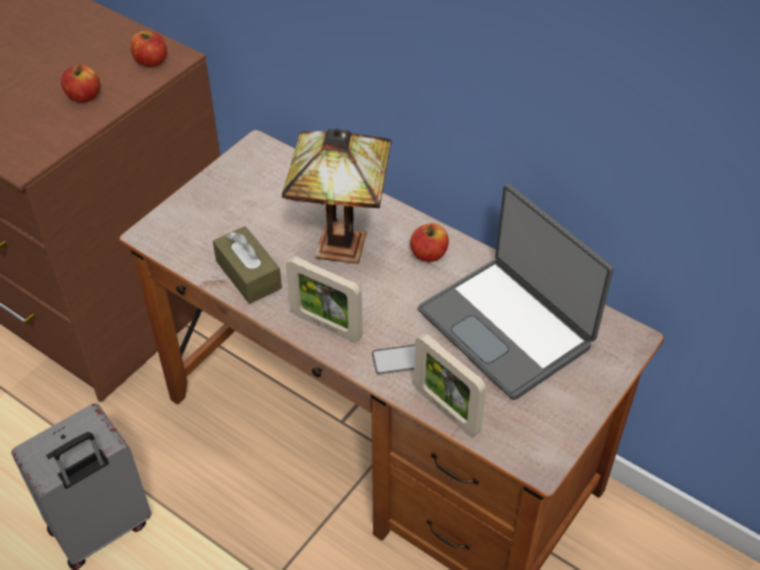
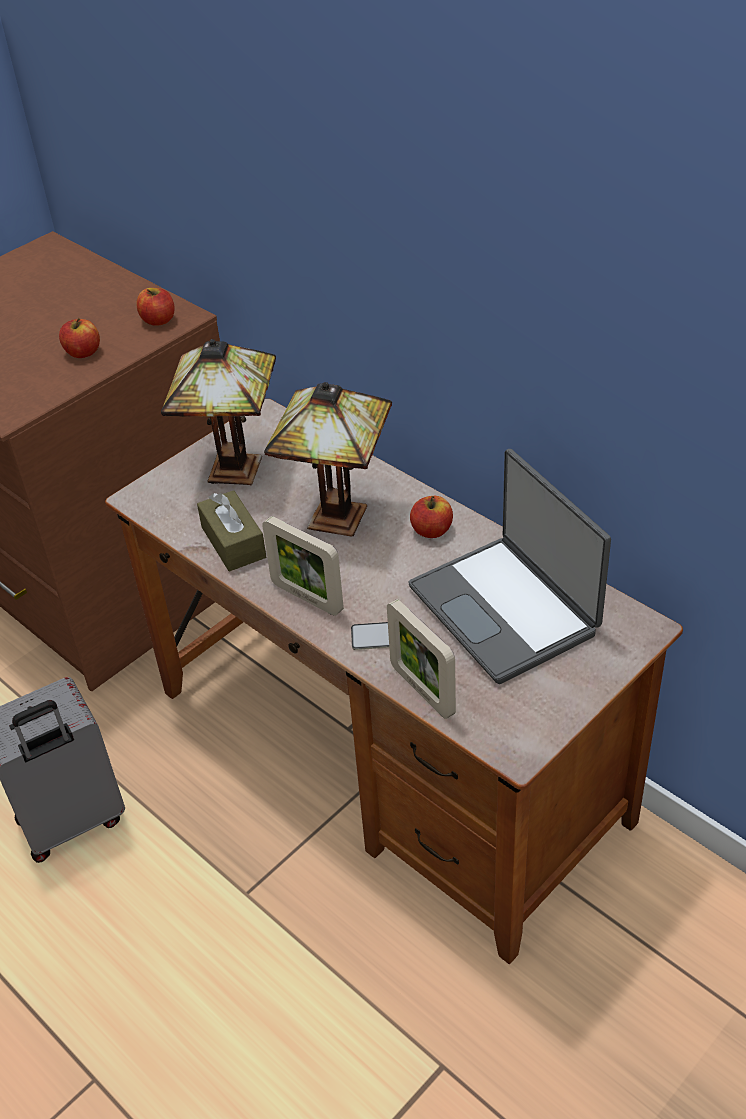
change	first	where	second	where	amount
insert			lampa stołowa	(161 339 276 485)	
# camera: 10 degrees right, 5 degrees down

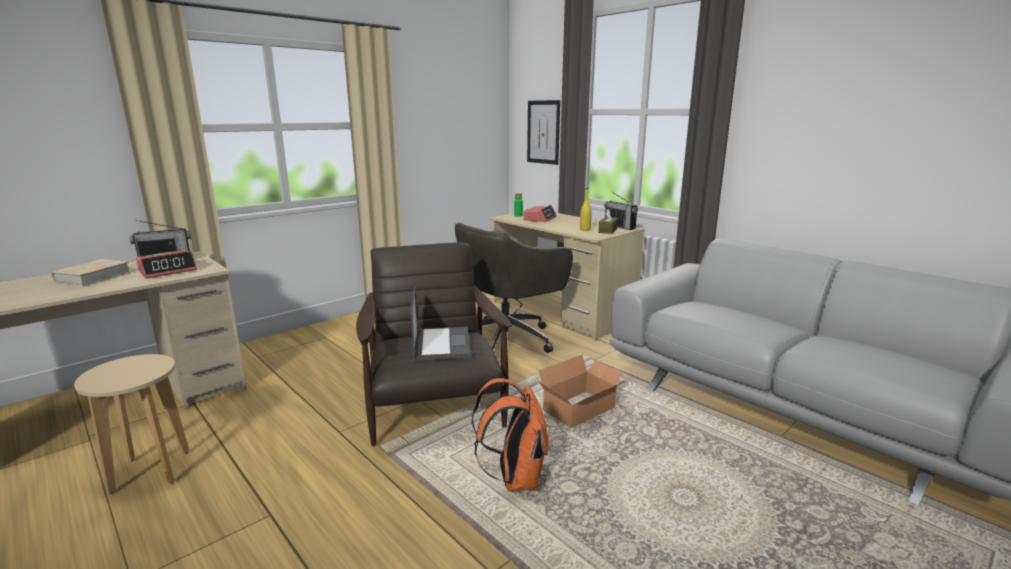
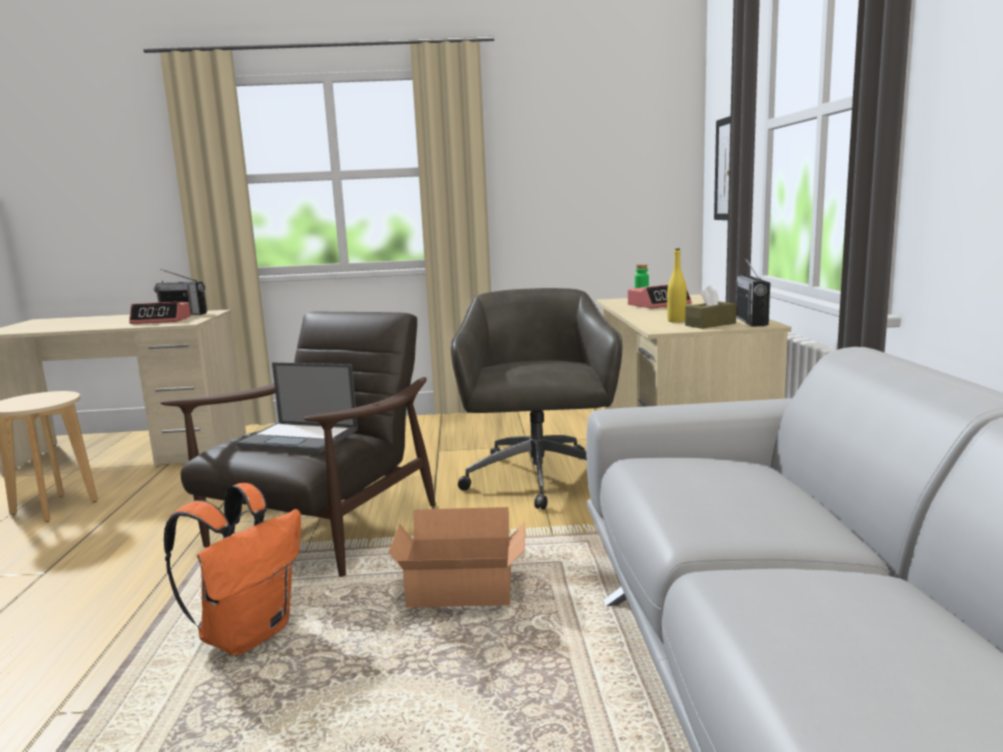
change	first	where	second	where	amount
rotate	krzesło biurowe (szary)	(455 223 573 353)		(451 288 622 510)	90 degrees clockwise
delete	książka (beżowy)	(51 259 131 287)			
rotate	laptop	(410 286 471 361)		(236 362 358 453)	75 degrees clockwise
# camera: 40 degrees right, 5 degrees down

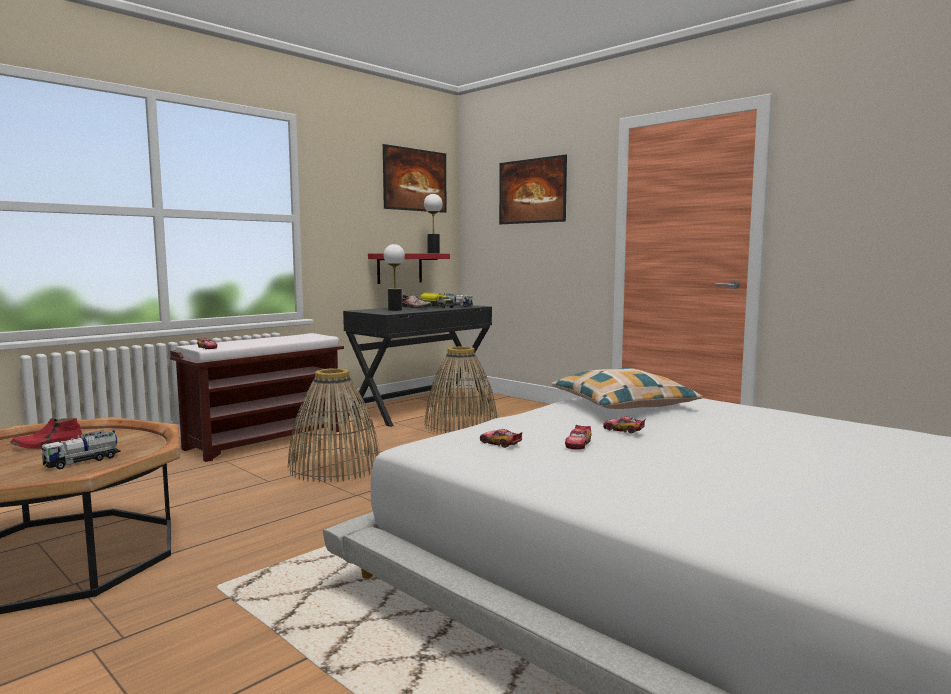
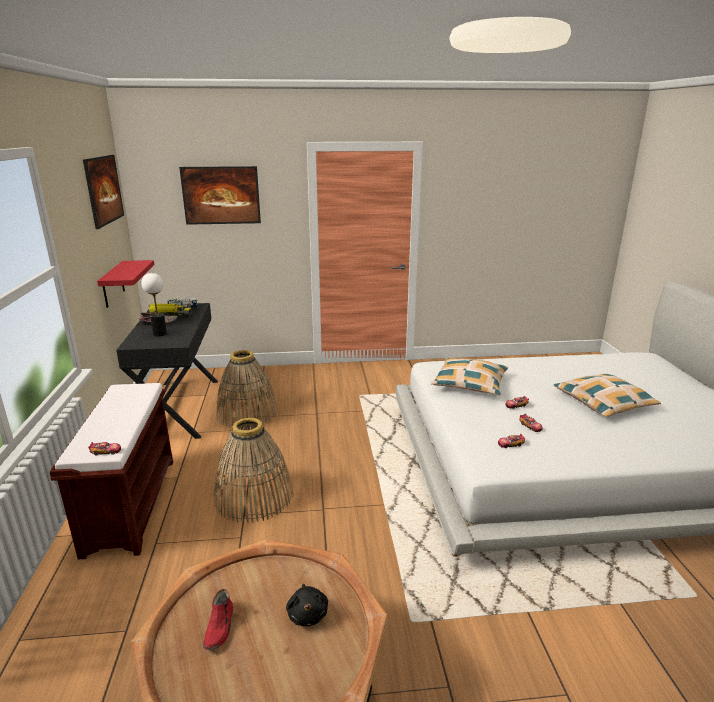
change	first	where	second	where	amount
delete	lampa stołowa	(424 194 443 253)			
replace	ciężarówka zabawkowa	(40 430 121 469)	pluszak (czarny)	(286 584 328 626)	
insert			poduszka	(553 374 661 417)	
# camera: 50 degrees left, 15 degrees up

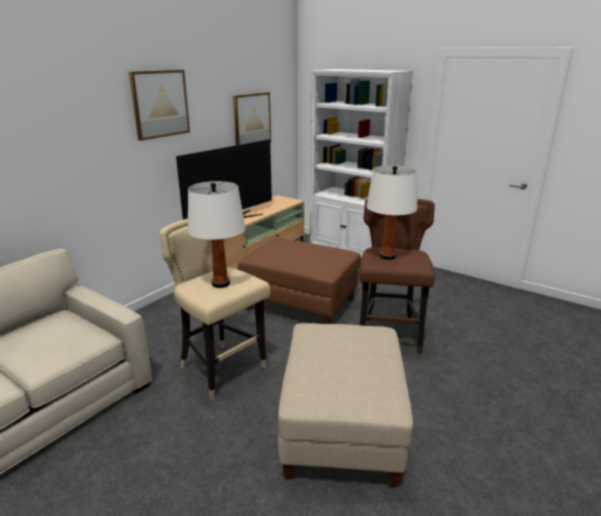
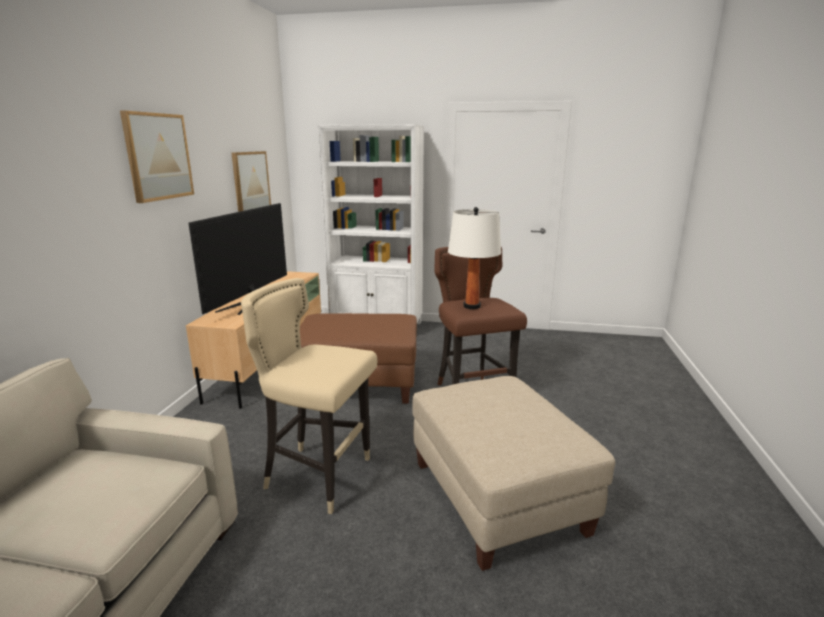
change	first	where	second	where	amount
delete	lampa stołowa (biały)	(187 181 245 288)			
# camera: 25 degrees left, 5 degrees down

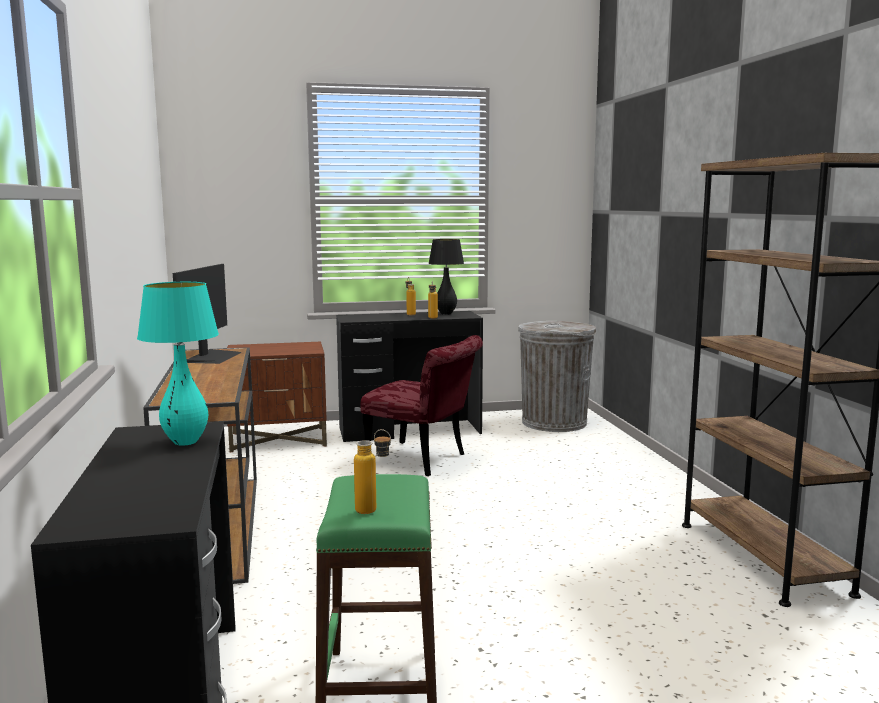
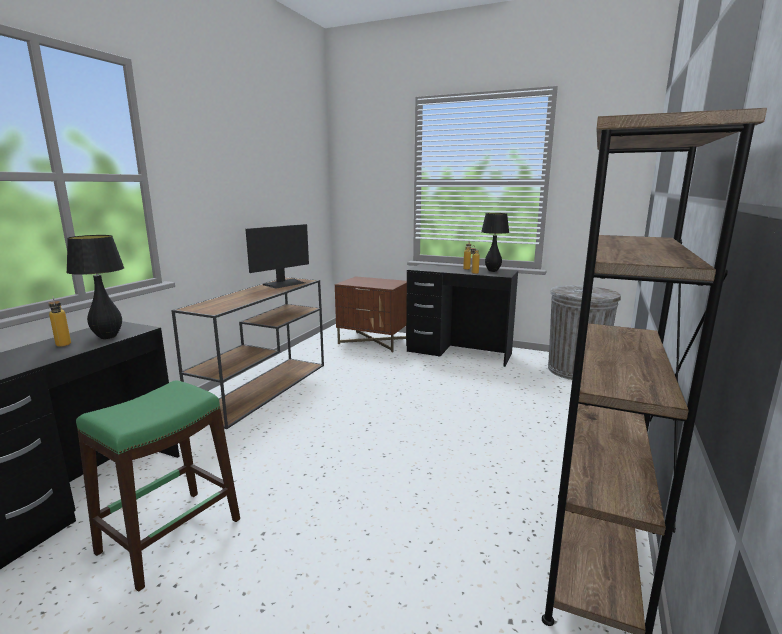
change	first	where	second	where	amount
recolor	lampa stołowa (turkusowy)	(137 282 219 445)	lampa stołowa (czarny)	(66 235 124 339)	
delete	krzesło (czerwony)	(361 335 483 476)			
move	butelka	(354 429 391 514)		(48 296 71 347)	
# camera: 35 degrees right, 5 degrees up

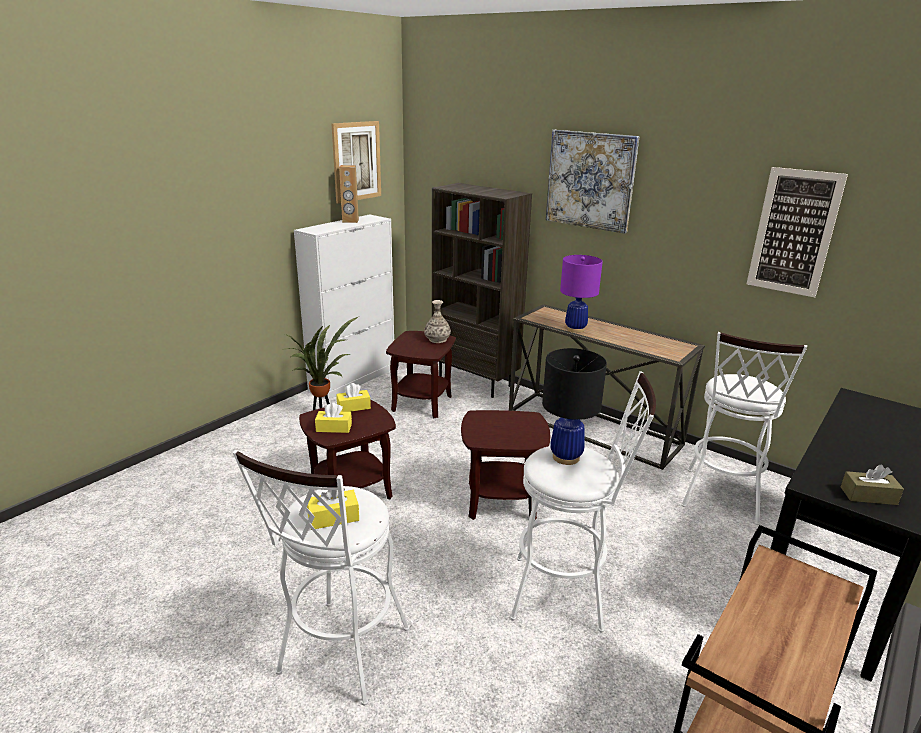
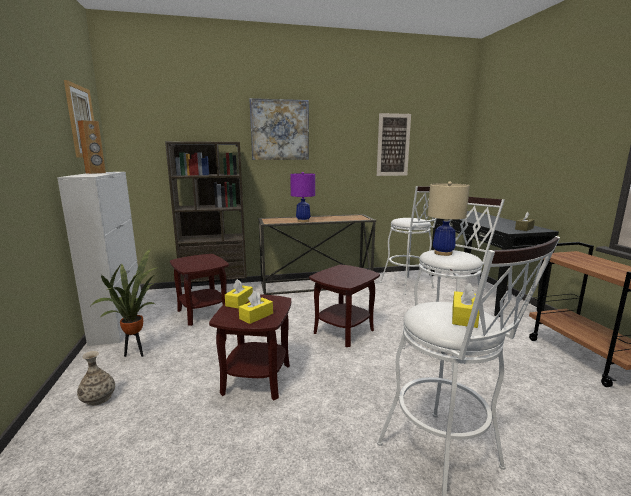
change	first	where	second	where	amount
move	wazon	(424 300 451 343)		(77 351 115 405)	
recolor	lampa stołowa (czarny)	(542 348 607 465)	lampa stołowa (beżowy)	(428 181 470 256)	
# camera: 50 degrees left, 10 degrees down

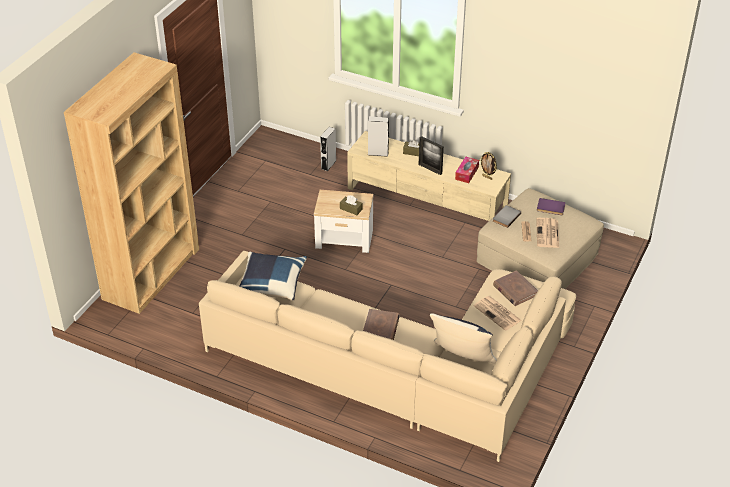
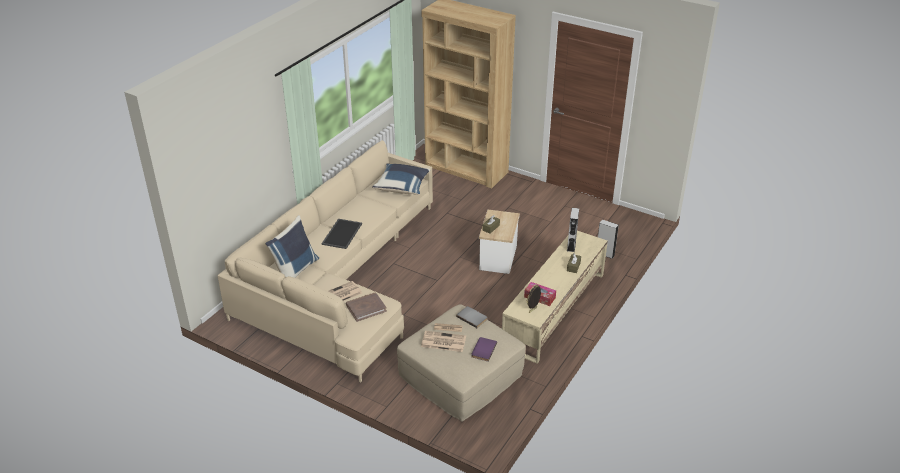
change	first	where	second	where	amount
delete	ramka na zdjęcie	(419 136 444 175)			
replace	książka (brązowy)	(363 309 400 340)	taca	(322 219 362 249)	
# camera: 95 degrees right, 5 degrees down

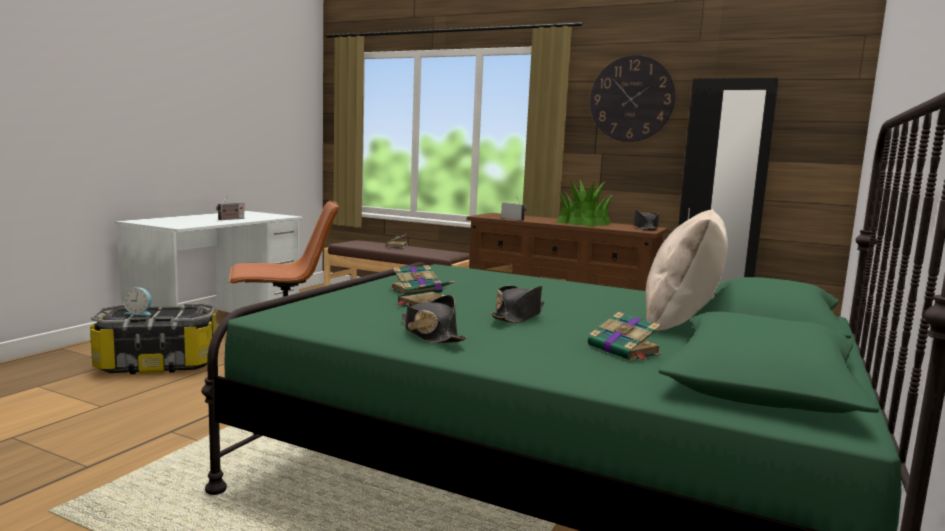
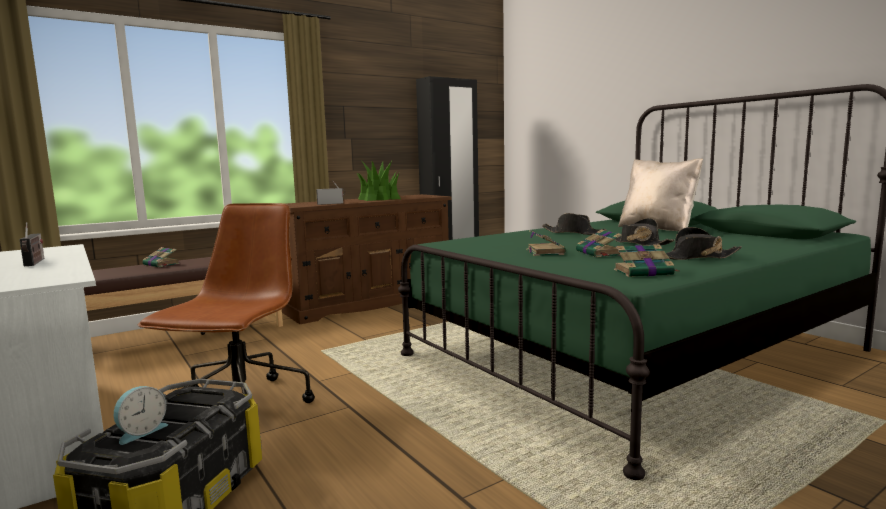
change	first	where	second	where	amount
delete	zegar ścienny	(590 55 675 142)			
move	kapelusz (czarny)	(634 209 659 231)		(542 213 606 235)	
move	książka	(588 312 661 361)		(614 244 677 277)	
# camera: 60 degrees left, 0 degrees up

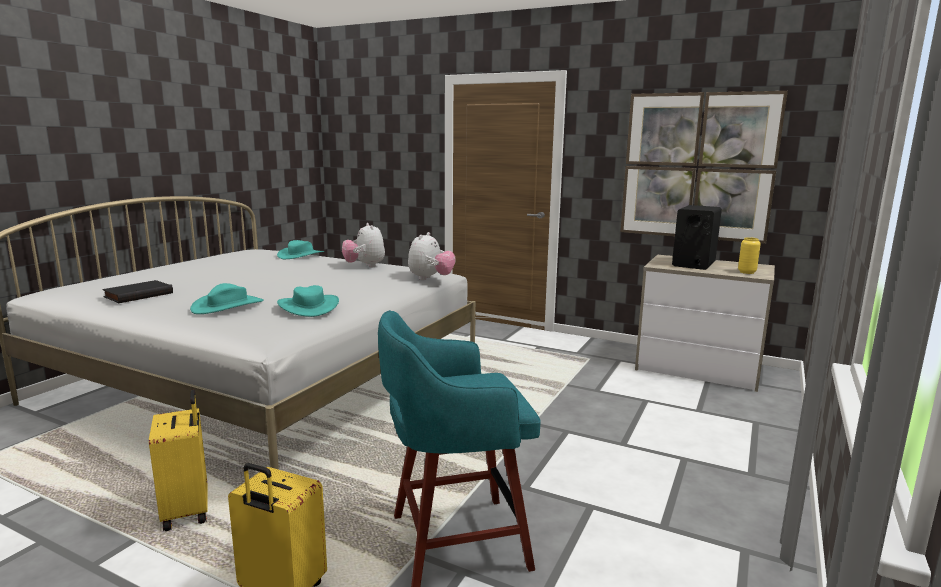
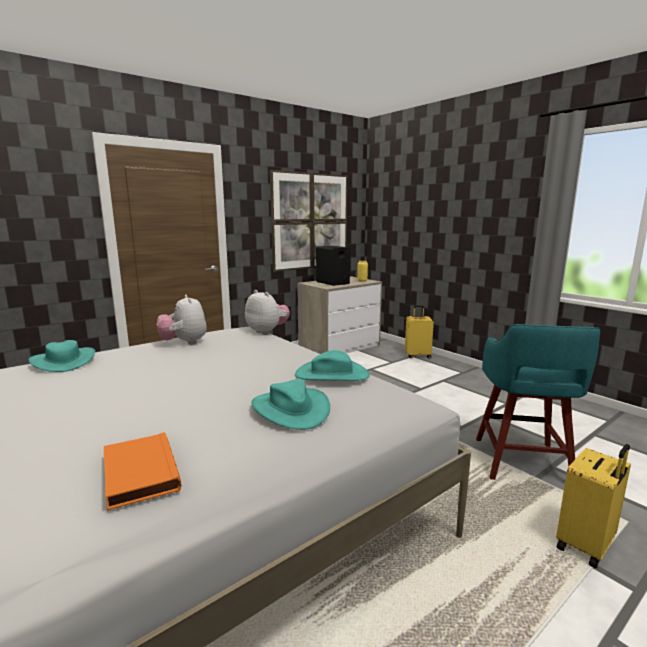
change	first	where	second	where	amount
rotate	pluszak	(342 223 385 267)		(157 295 207 345)	60 degrees clockwise
recolor	książka (czarny)	(102 280 173 303)	książka (pomarańczowy)	(104 432 181 510)	
move	walizka (żółty)	(149 390 207 531)		(405 306 434 359)	
# camera: 65 degrees left, 0 degrees up

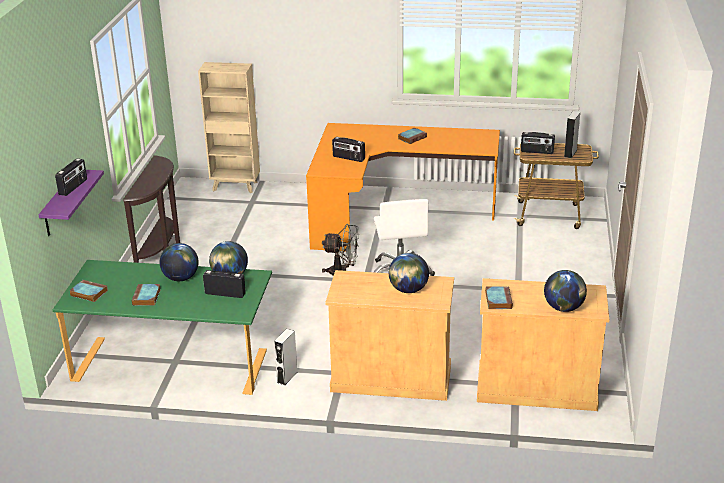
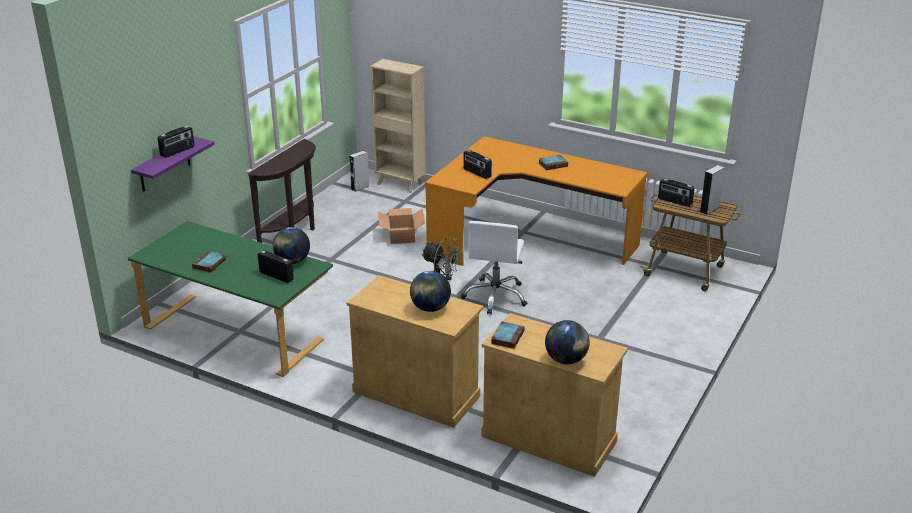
change	first	where	second	where	amount
delete	globus	(160 243 199 281)			
delete	książka	(69 280 108 302)			
move	głośnik (szary)	(274 329 297 385)		(349 151 369 192)	
insert			karton	(378 208 425 244)	
# camera: 20 degrees right, 0 degrees up

